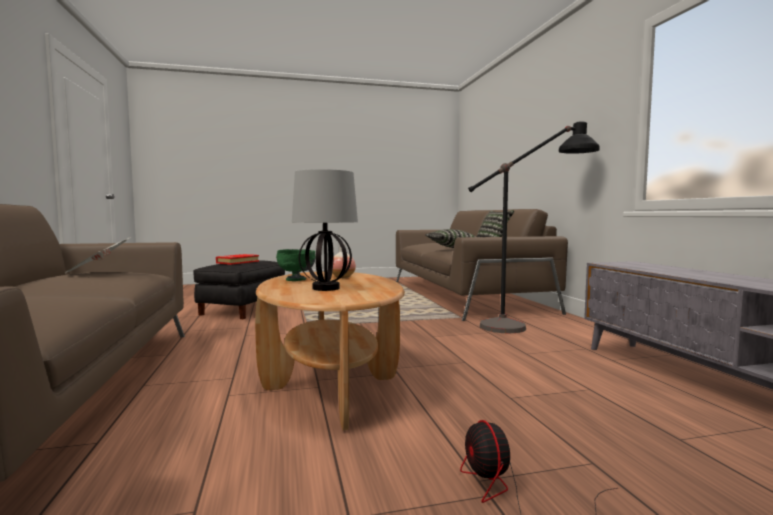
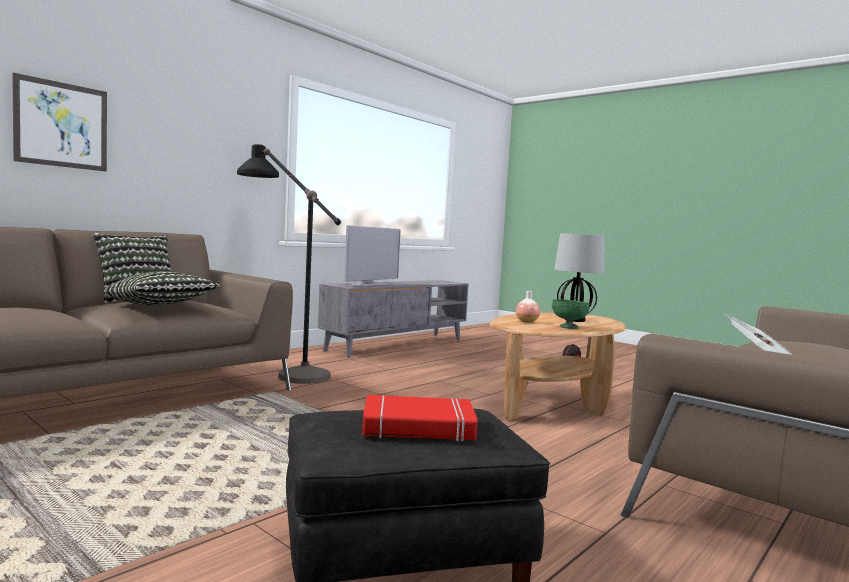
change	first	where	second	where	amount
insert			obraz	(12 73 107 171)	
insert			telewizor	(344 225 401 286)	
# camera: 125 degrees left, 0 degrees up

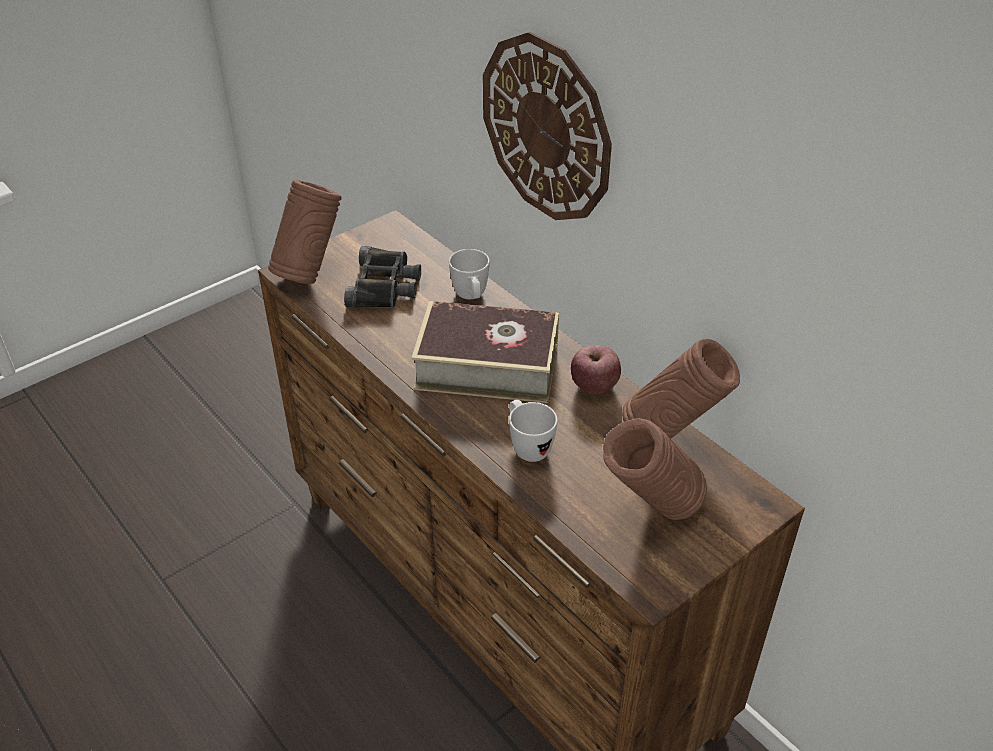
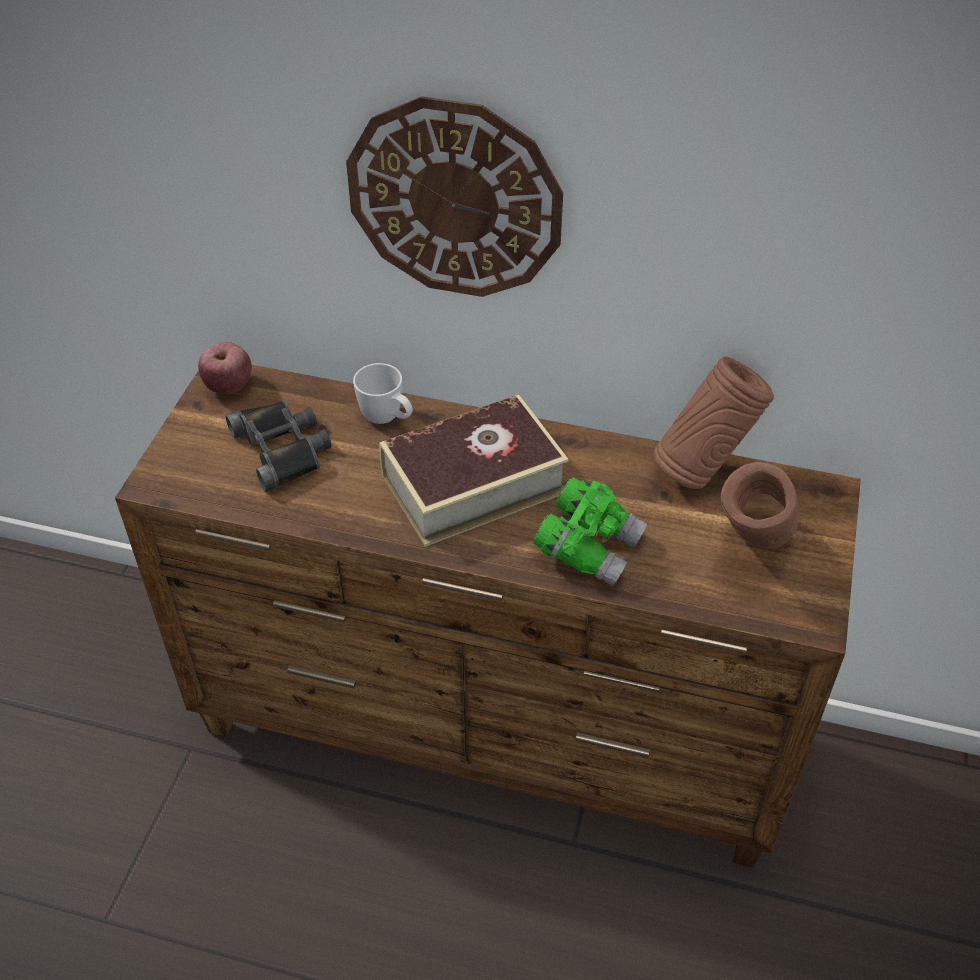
change	first	where	second	where	amount
delete	wazon (brązowy)	(268 179 341 284)			
move	jabłko	(571 345 621 394)		(198 342 252 394)	
replace	kubek (biały)	(509 400 558 462)	lornetka (zielony)	(533 477 648 586)	
# camera: 35 degrees left, 5 degrees up

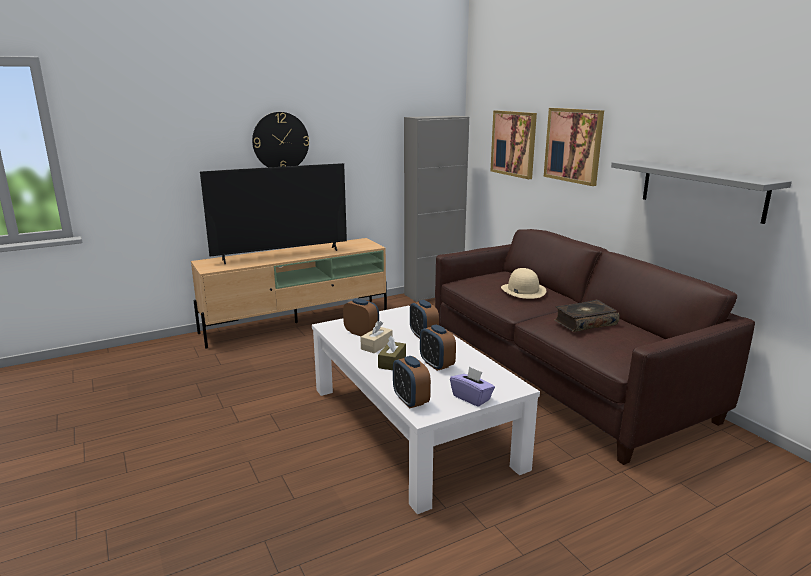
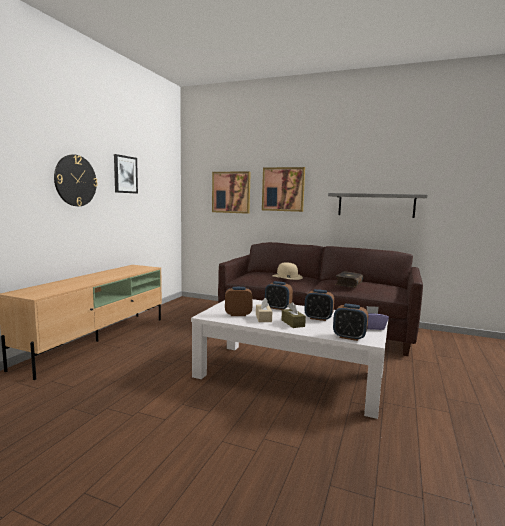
change	first	where	second	where	amount
delete	szafka (szary)	(404 115 469 302)			
delete	telewizor	(200 163 347 264)			
insert			obraz	(114 154 138 194)	
# camera: 40 degrees left, 10 degrees down

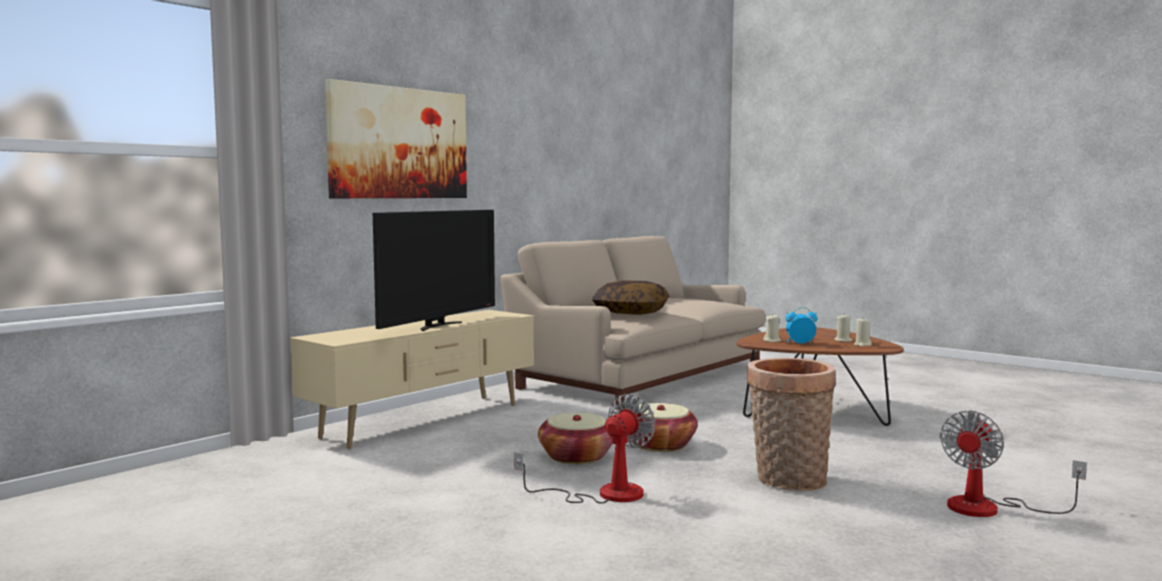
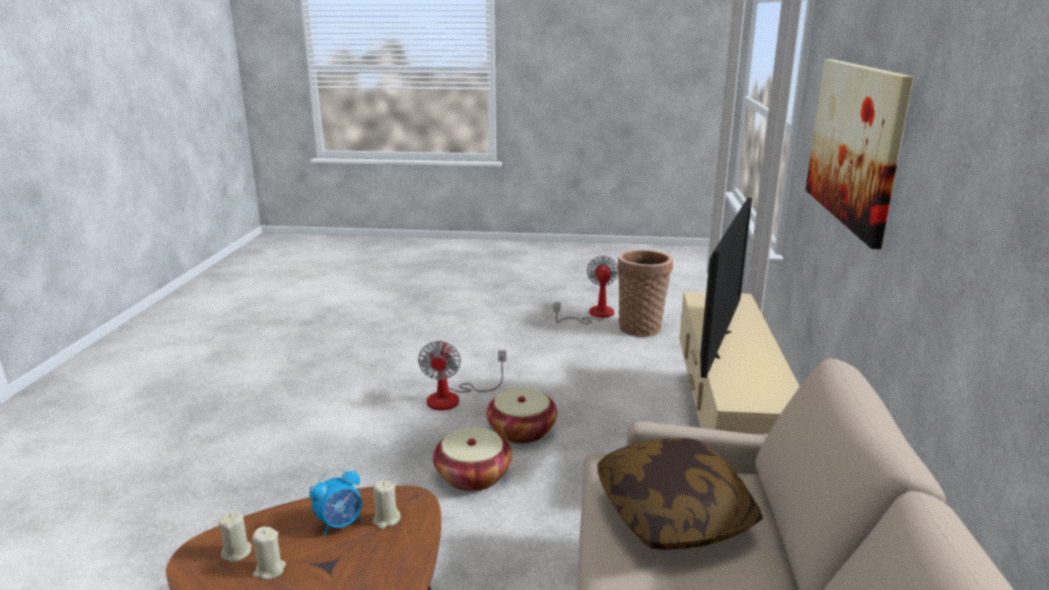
change	first	where	second	where	amount
rotate	telewizor	(373 210 495 331)		(700 197 752 378)	150 degrees counterclockwise
move	koszyk	(747 358 836 491)		(617 250 673 337)	
move	wentylator	(940 410 1087 517)		(553 256 618 324)	
# camera: 145 degrees right, 15 degrees up

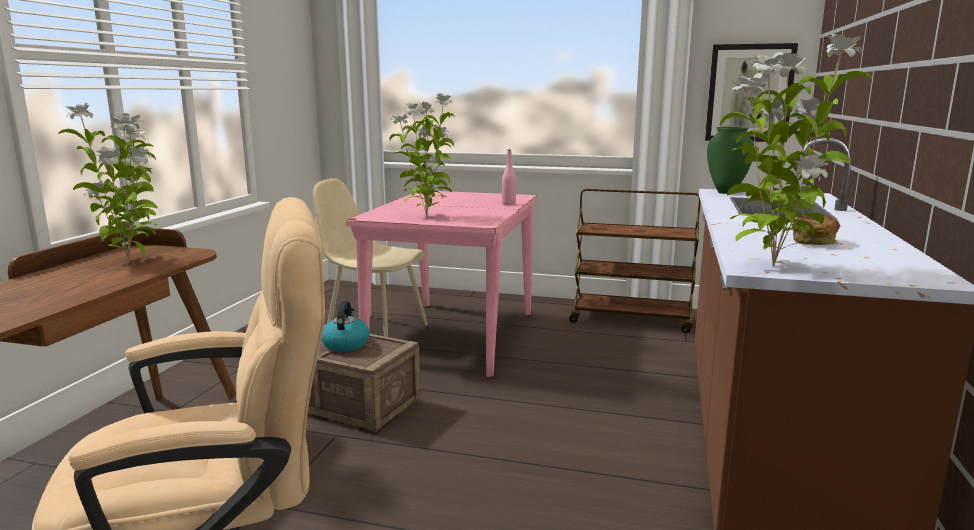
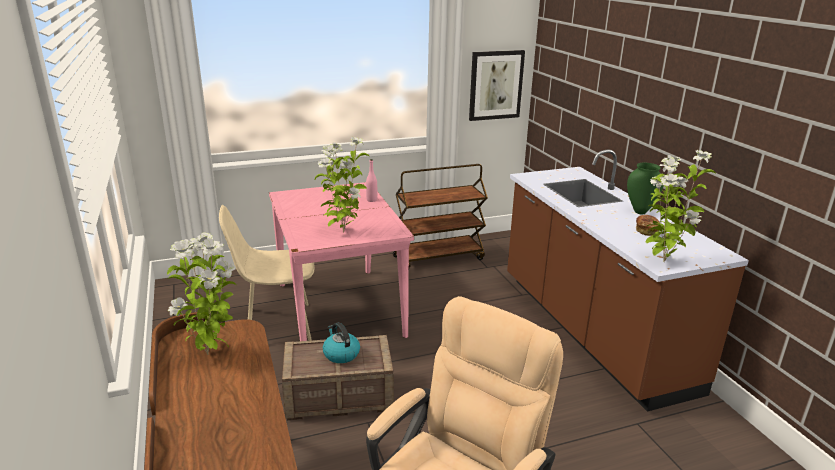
change	first	where	second	where	amount
move	wazon (zielony)	(707 127 754 194)		(627 163 664 214)	
# camera: 35 degrees left, 10 degrees up

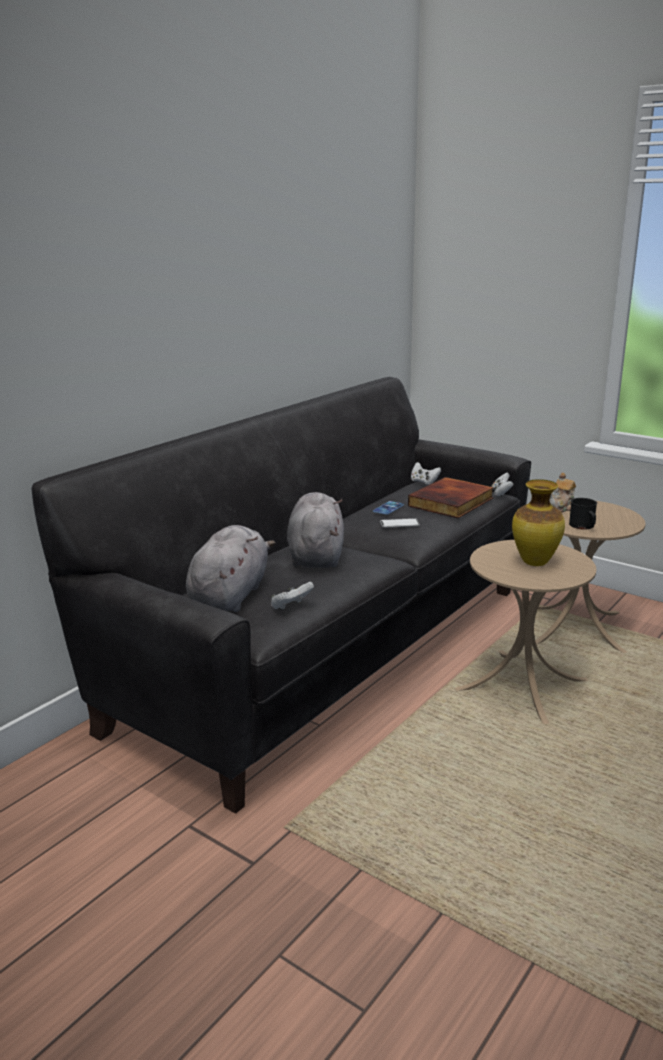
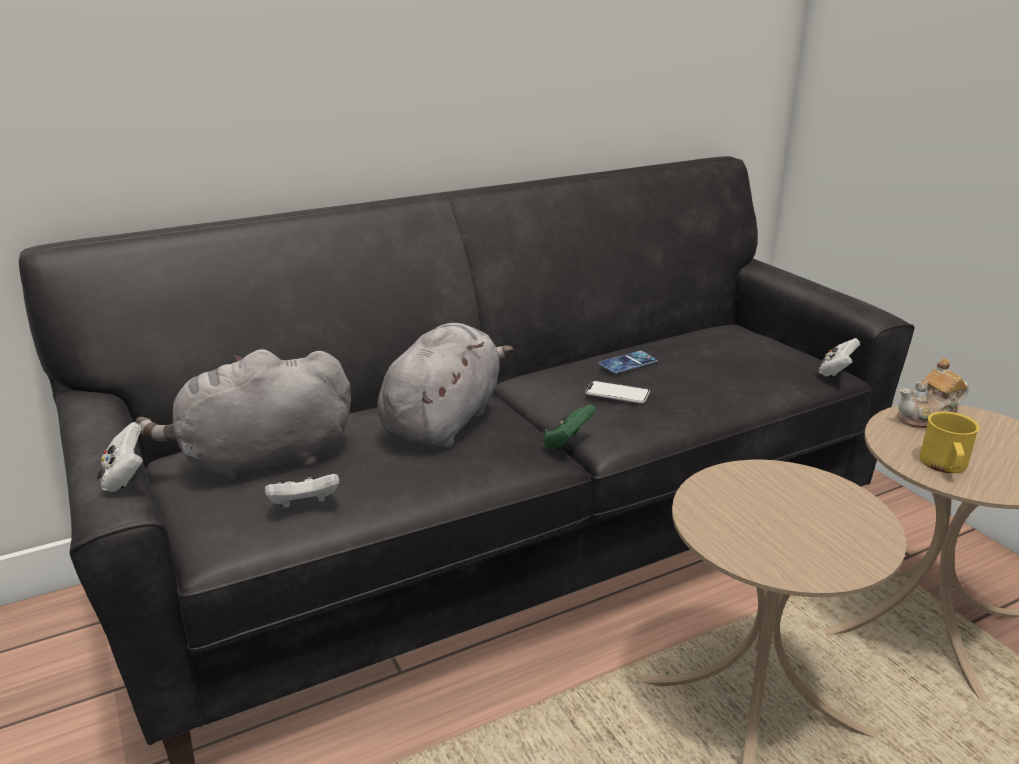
change	first	where	second	where	amount
move	pad do gier (biały)	(411 462 441 485)		(97 422 143 492)	
delete	książka	(408 477 494 518)			
delete	wazon	(512 479 565 566)			
recolor	kubek (czarny)	(569 498 597 529)	kubek (żółty)	(920 411 979 473)	
rotate	pluszak (szary)	(186 525 276 612)		(135 349 351 484)	150 degrees counterclockwise
insert			pad do gier (zielony)	(542 404 596 449)	
# camera: 25 degrees right, 5 degrees up

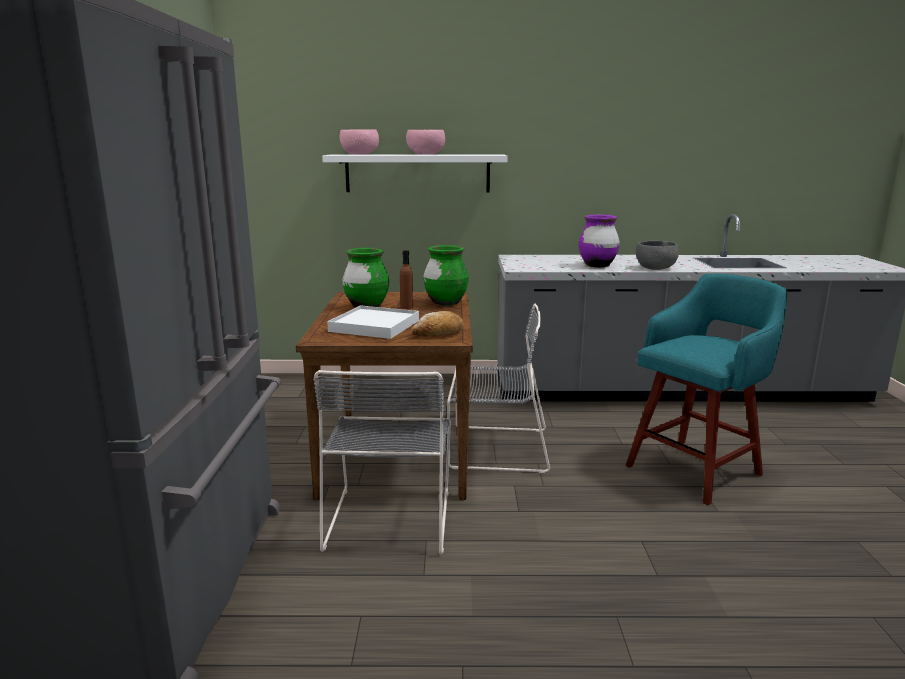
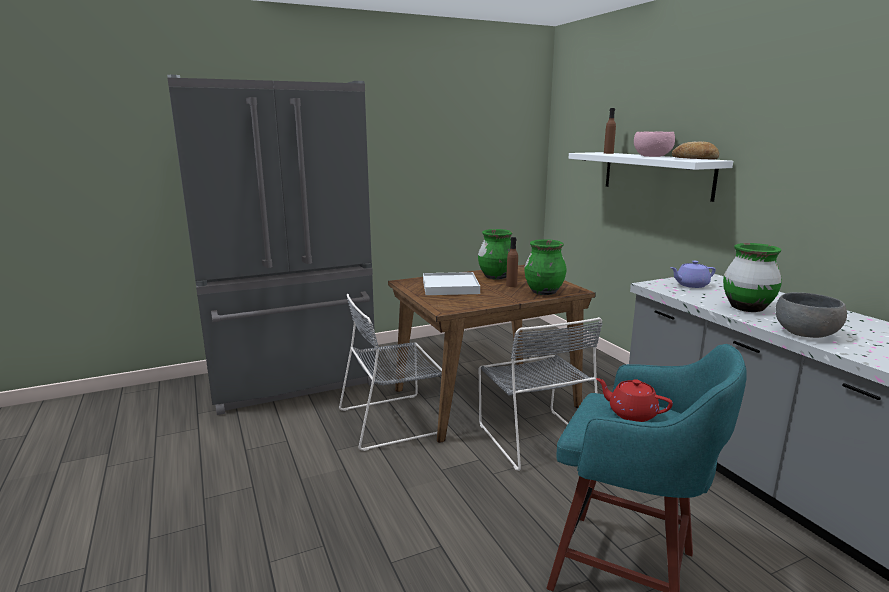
change	first	where	second	where	amount
replace	miska (różowy)	(340 129 379 155)	butelka (brązowy)	(604 108 616 154)	
recolor	wazon (fioletowy)	(579 215 620 268)	wazon (zielony)	(723 243 782 312)	
move	chleb	(411 311 464 337)		(672 142 719 160)	
insert			imbryk (fioletowy)	(670 261 716 288)	
insert			imbryk (czerwony)	(596 378 673 422)	
# camera: 65 degrees right, 0 degrees up

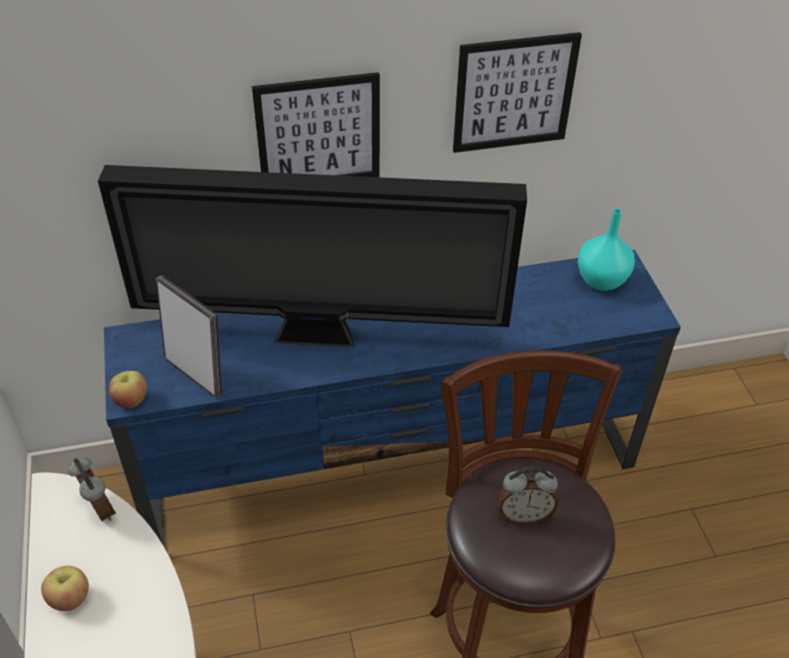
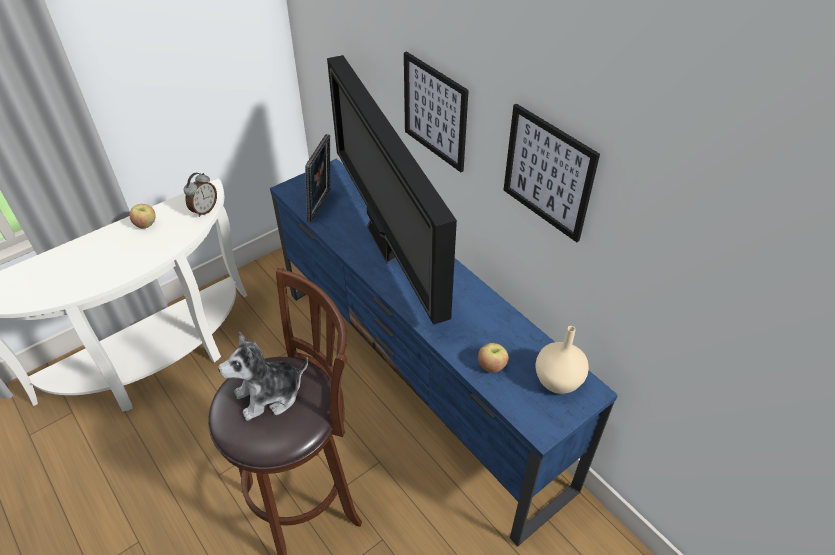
change	first	where	second	where	amount
recolor	wazon (turkusowy)	(578 209 635 291)	wazon (beżowy)	(535 326 589 394)	
move	jabłko	(109 371 147 408)		(478 343 509 373)	
replace	budzik	(498 467 558 525)	pluszak	(218 332 309 421)	
# camera: 65 degrees right, 0 degrees up

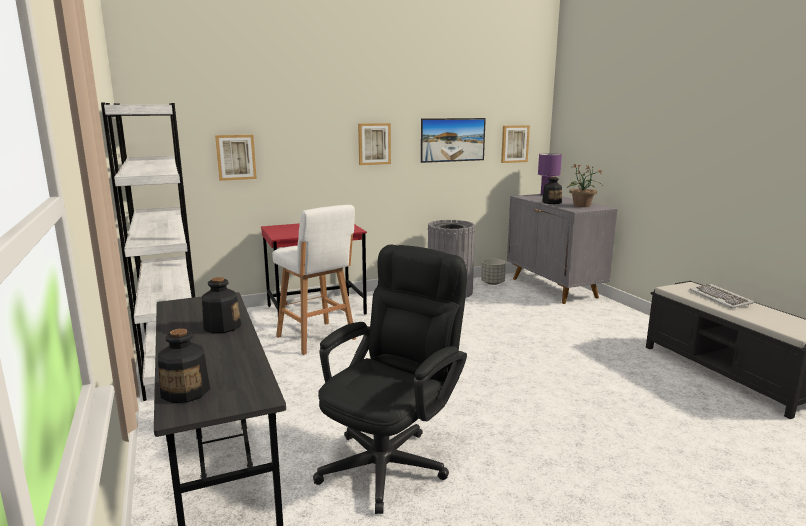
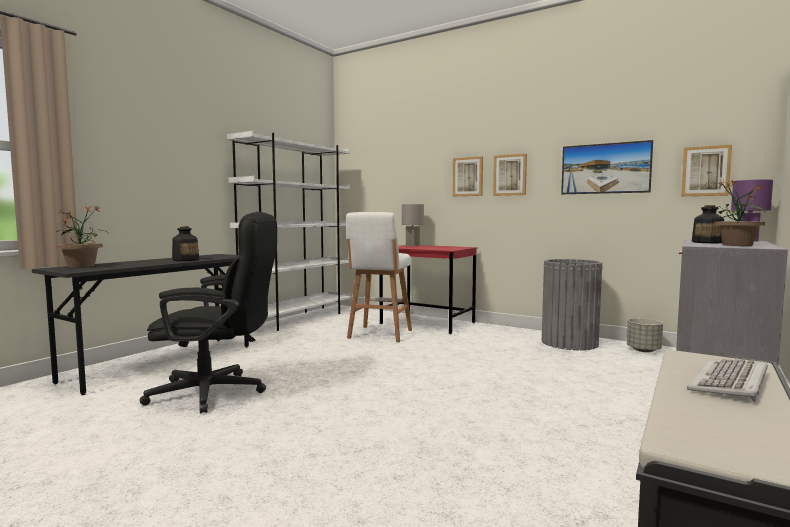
change	first	where	second	where	amount
move	obraz	(215 135 257 181)		(452 156 483 196)	
replace	butelka	(158 328 210 403)	roślina doniczkowa	(56 205 108 268)	
insert			lampa stołowa (szary)	(402 204 424 246)	
# camera: 55 degrees right, 10 degrees down

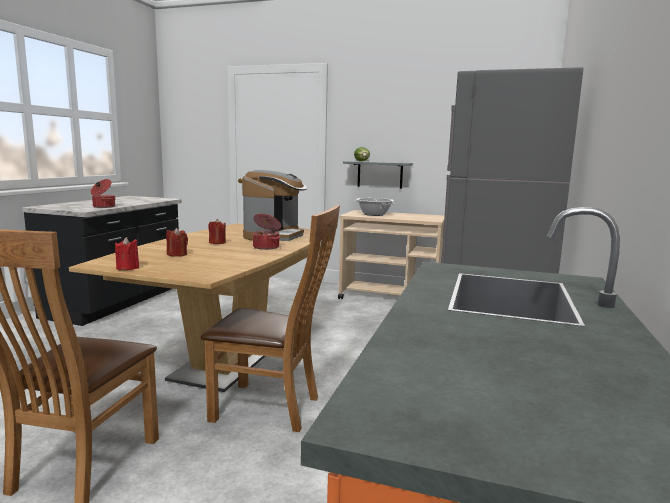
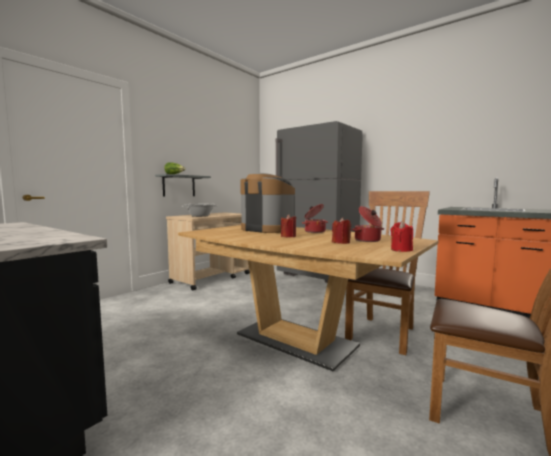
change	first	where	second	where	amount
move	garnek	(91 179 115 208)		(352 206 384 242)	
# camera: 70 degrees left, 5 degrees down

